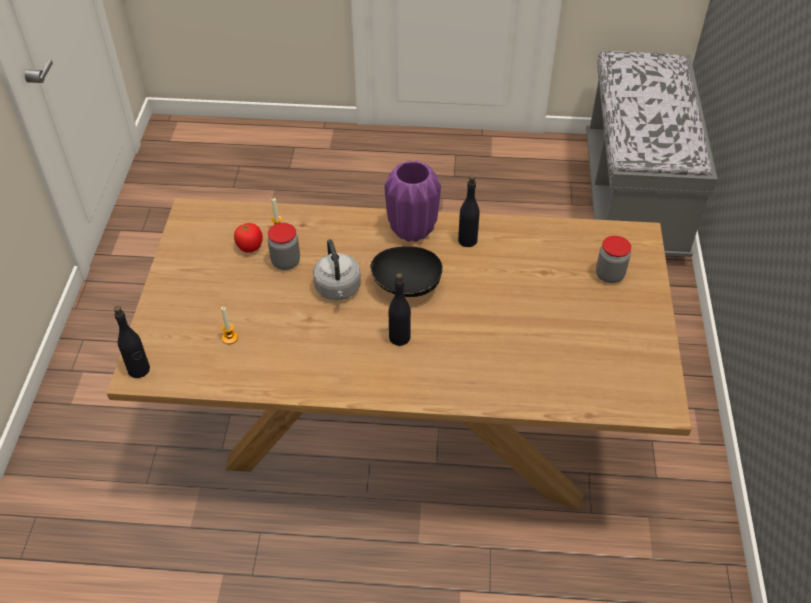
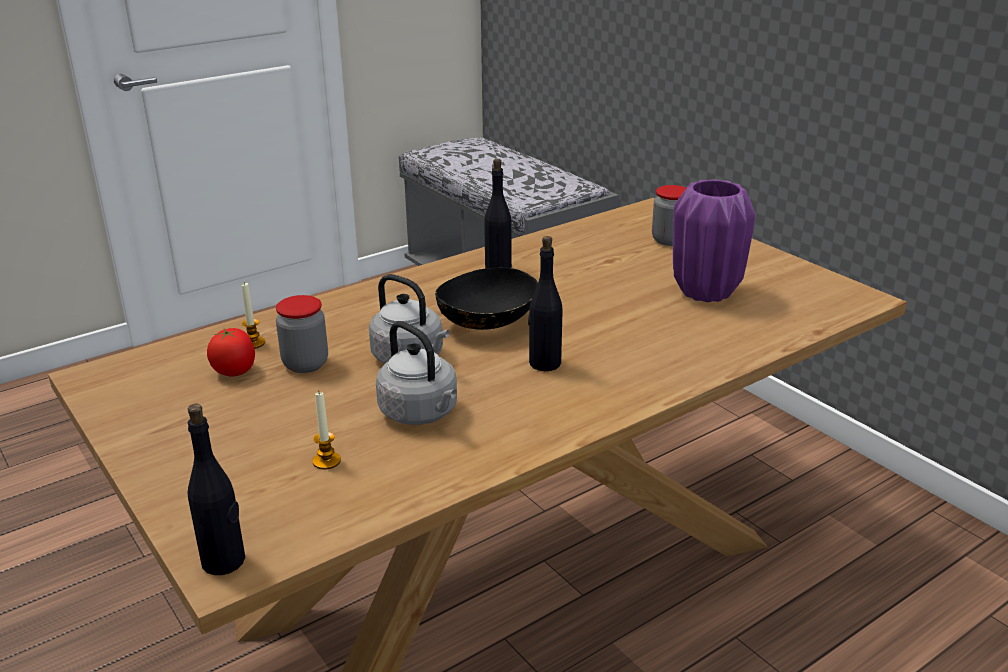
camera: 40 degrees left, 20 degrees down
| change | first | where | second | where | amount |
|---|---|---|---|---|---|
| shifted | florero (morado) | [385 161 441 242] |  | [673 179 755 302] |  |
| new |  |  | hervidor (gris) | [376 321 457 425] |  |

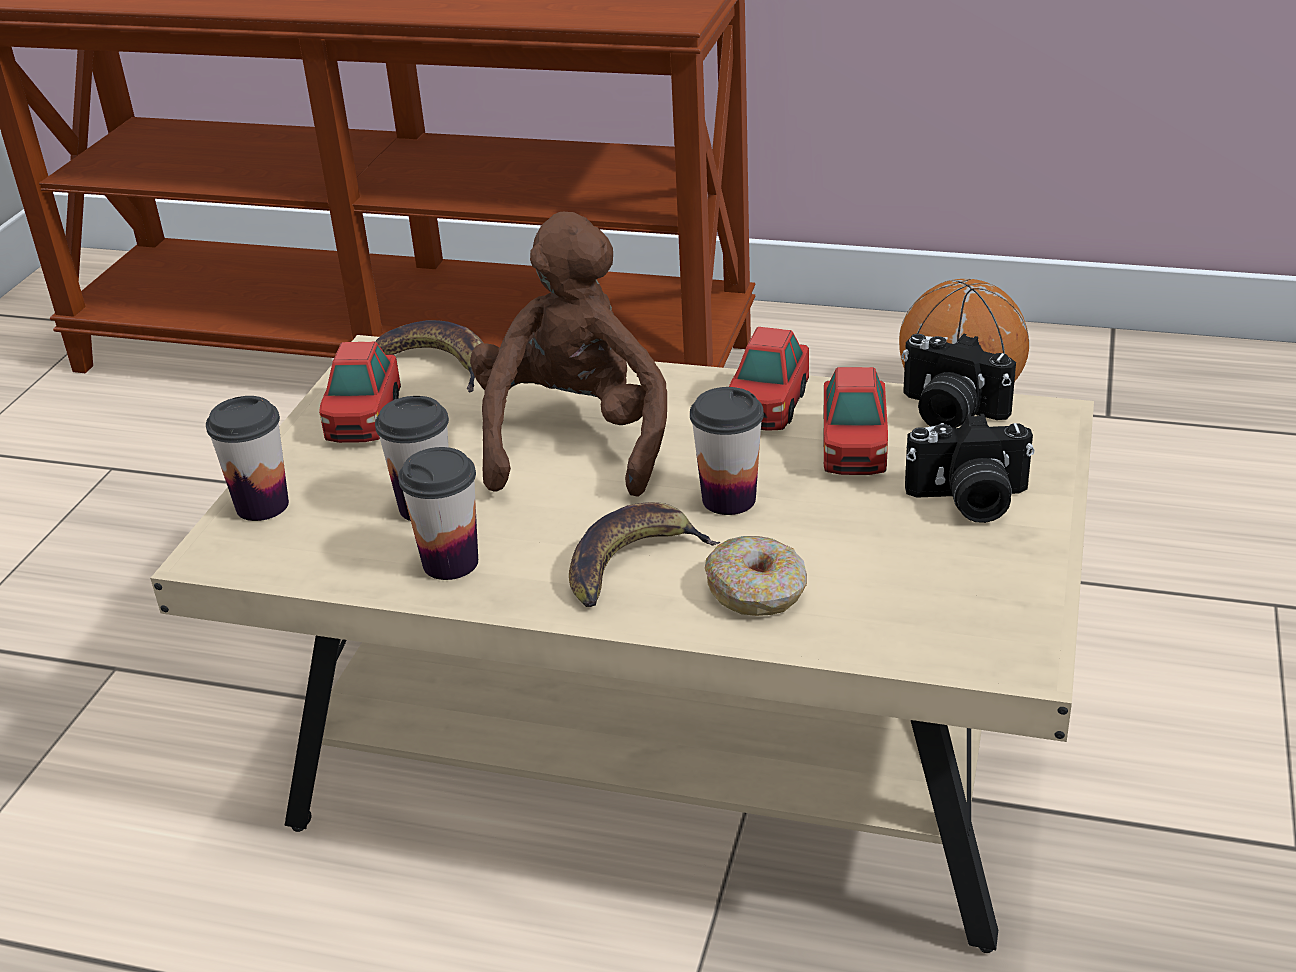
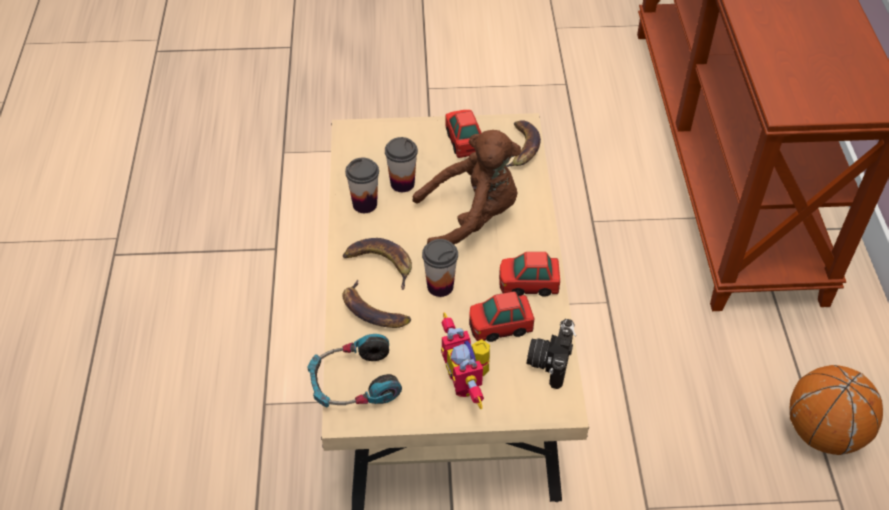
camera: 70 degrees right, 15 degrees up
| change | first | where | second | where | amount |
|---|---|---|---|---|---|
| gone | taza | [206 396 289 521] |  |  |  |
| rotated | coche de juguete | [319 342 401 443] |  | [445 110 482 158] | 90 degrees clockwise |
| swapped | rosquilla | [705 536 807 616] | plátano | [342 280 411 328] |  |
| swapped | cámara | [905 414 1035 523] | robot de juguete | [441 312 490 409] |  |
| new |  |  | auriculares | [308 334 402 408] |  |

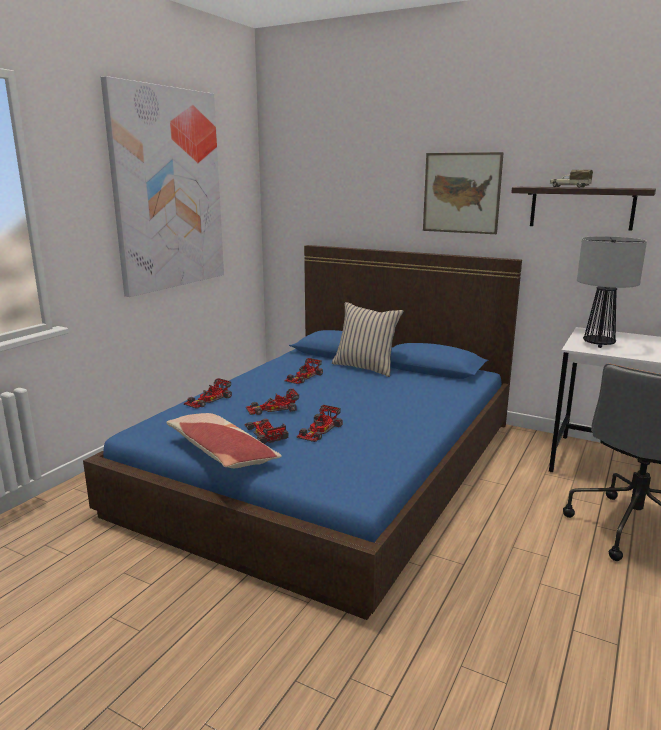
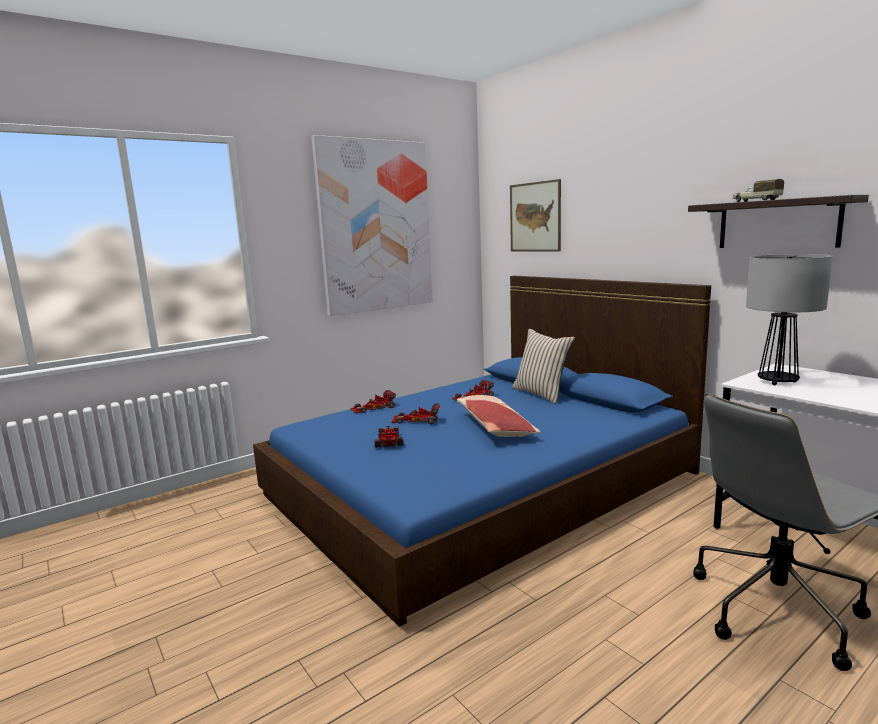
camera: 25 degrees right, 5 degrees down
| change | first | where | second | where | amount |
|---|---|---|---|---|---|
| shifted | cojín | [166 413 282 468] |  | [457 395 540 437] |  |
| gone | coche de juguete | [296 405 342 442] |  |  |  |
| shifted | cuadro | [423 152 504 234] |  | [510 179 561 251] |  |

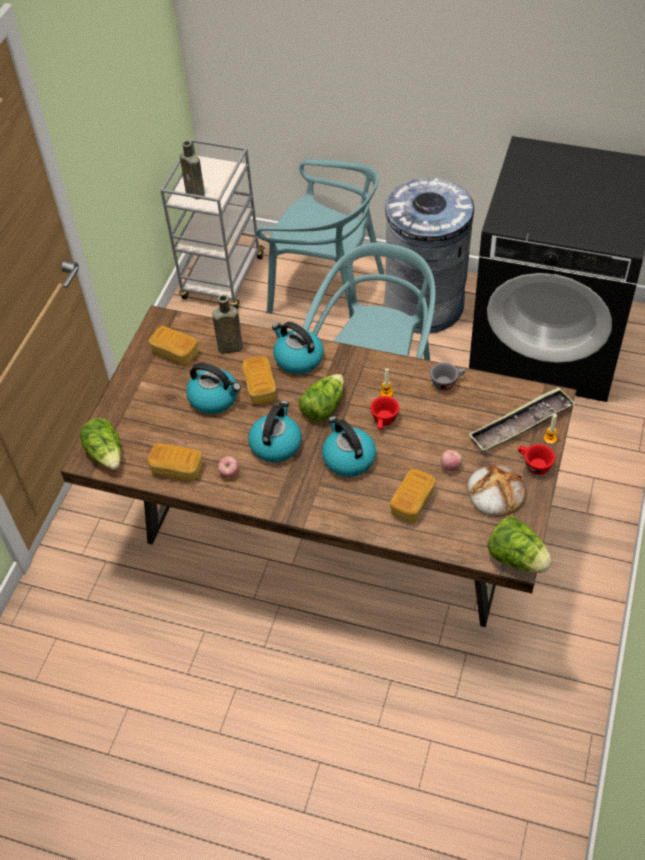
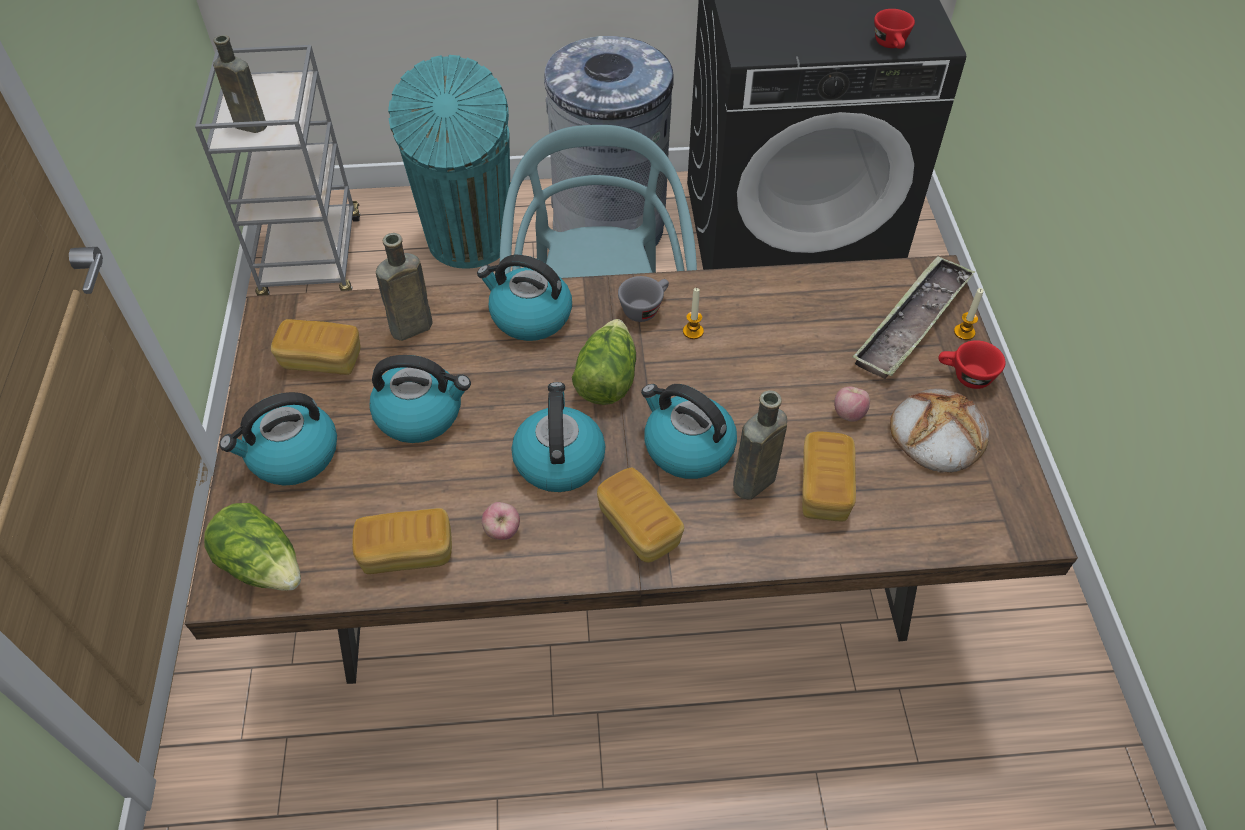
camera: 25 degrees left, 0 degrees up
| change | first | where | second | where | amount |
|---|---|---|---|---|---|
| shifted | pan | [242 356 276 404] |  | [597 468 684 563] |  |
| swapped | silla (turquesa) | [256 159 385 313] | papelera (turquesa) | [388 55 510 269] |  |
| shifted | taza (rojo) | [370 396 399 430] |  | [874 9 915 49] |  |
| shifted | taza (gris) | [430 362 465 391] |  | [618 276 669 322] |  |
| gone | lechuga | [488 516 552 573] |  |  |  |
| new |  |  | hervidor | [220 392 337 486] |  |
| new |  |  | botella (marrón) | [733 390 787 500] |  |

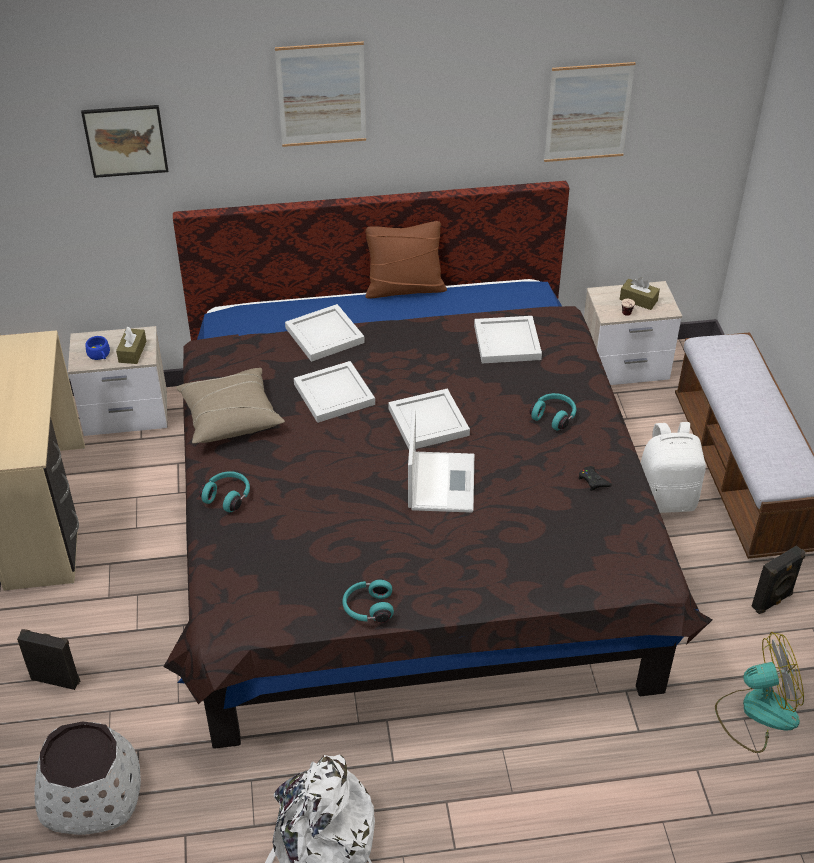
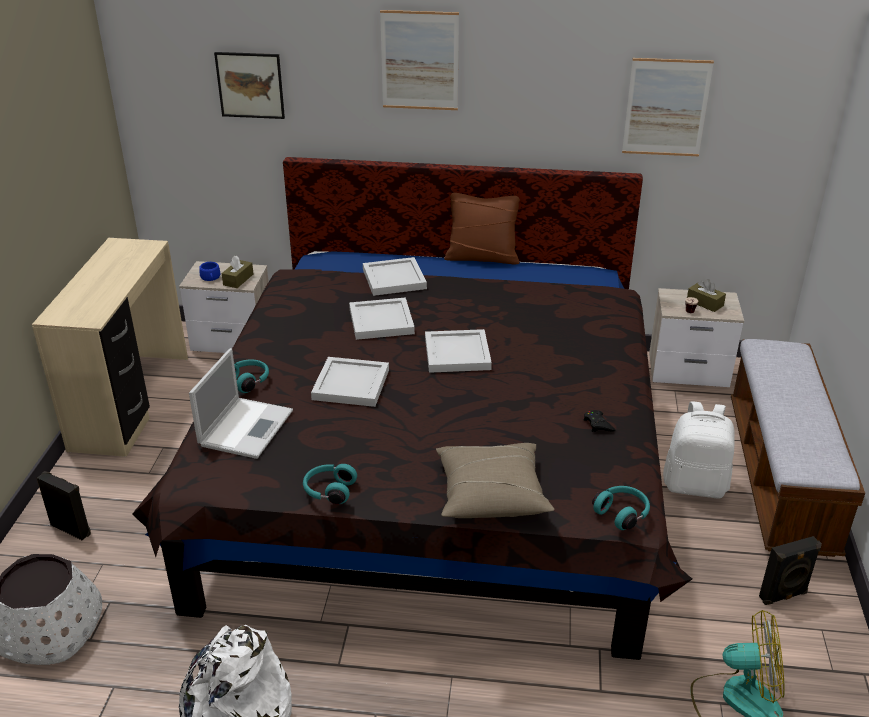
camera: 15 degrees right, 10 degrees down
| change | first | where | second | where | amount |
|---|---|---|---|---|---|
| shifted | cojín (beis) | [176 368 285 444] |  | [436 443 554 518] |  |
| shifted | portátil | [408 409 474 513] |  | [189 348 293 459] |  |
| shifted | bandeja (blanco) | [474 316 542 363] |  | [311 357 389 407] |  |
| shifted | auriculares (turquesa) | [529 393 576 430] |  | [592 486 650 530] |  |

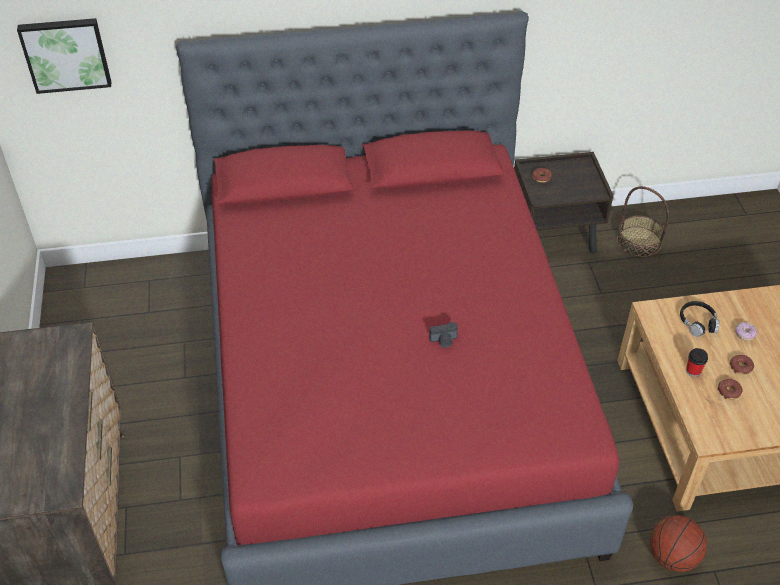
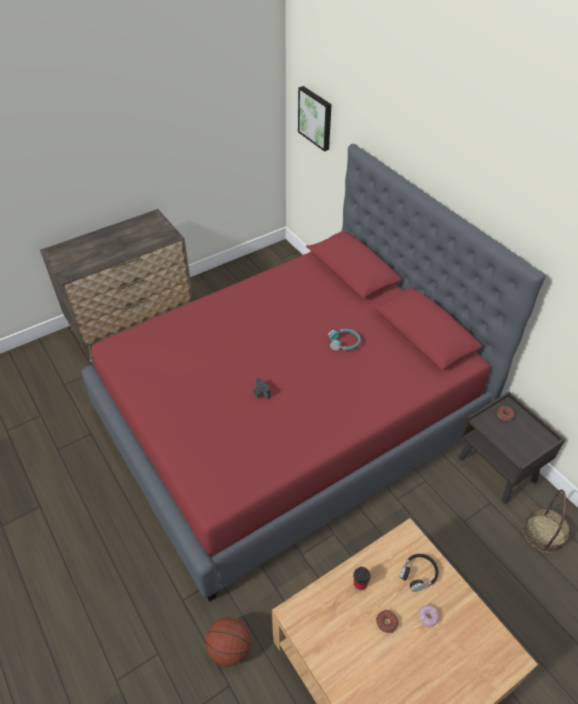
camera: 65 degrees right, 0 degrees up
| change | first | where | second | where | amount |
|---|---|---|---|---|---|
| gone | rosquilla | [718 379 743 399] |  |  |  |
| new |  |  | auriculares (turquesa) | [328 329 361 350] |  |

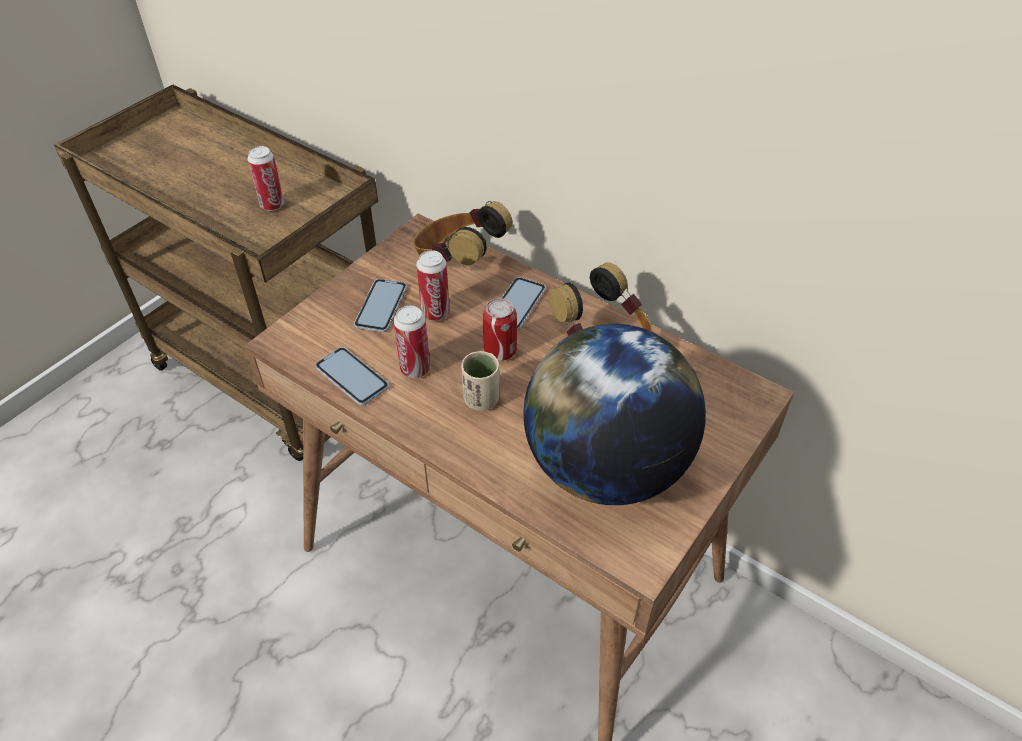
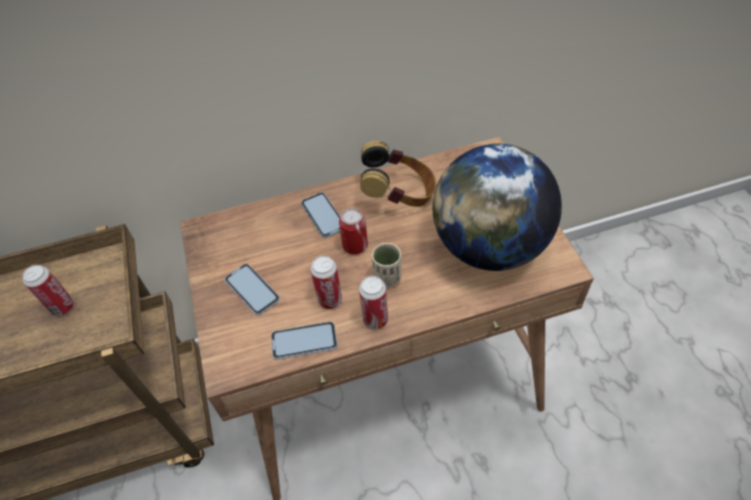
camera: 50 degrees left, 5 degrees up
| change | first | where | second | where | amount |
|---|---|---|---|---|---|
| gone | auriculares | [413 201 513 265] |  |  |  |
| shifted | lata | [416 250 450 321] |  | [359 276 388 330] |  |

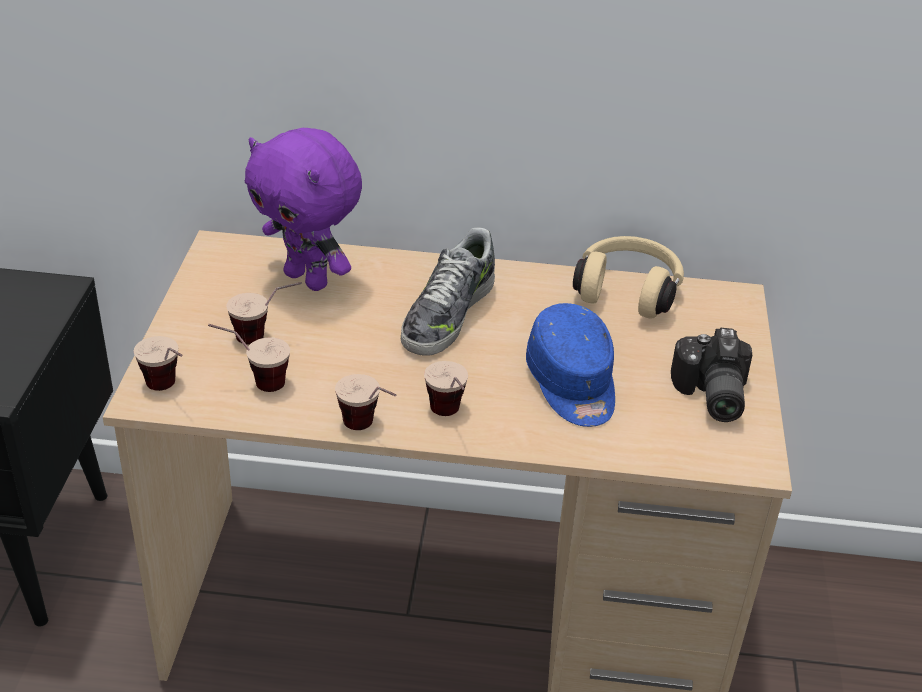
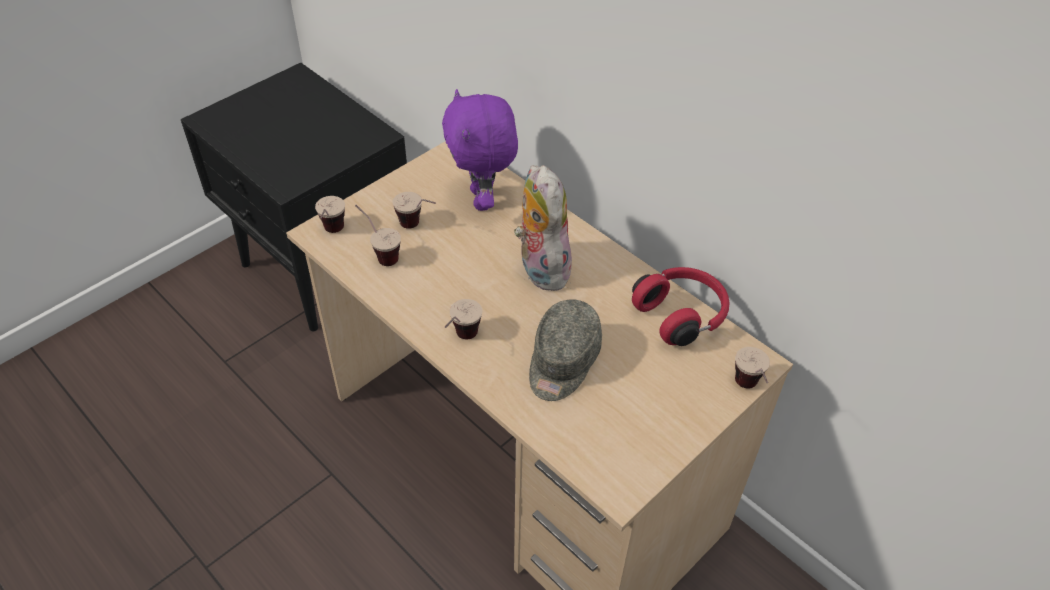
camera: 40 degrees right, 10 degrees up
| change | first | where | second | where | amount |
|---|---|---|---|---|---|
| shifted | taza | [335 374 396 430] |  | [735 347 770 389] |  |
| swapped | zapato | [401 227 495 356] | peluche | [514 165 572 291] |  |
| repainted | gorra (azul) | [526 303 615 427] | gorra (gris) | [529 300 602 401] |  |
| repainted | auriculares (beis) | [573 236 684 318] | auriculares (rojo) | [632 267 730 346] |  |
| gone | cámara | [671 328 752 422] |  |  |  |

